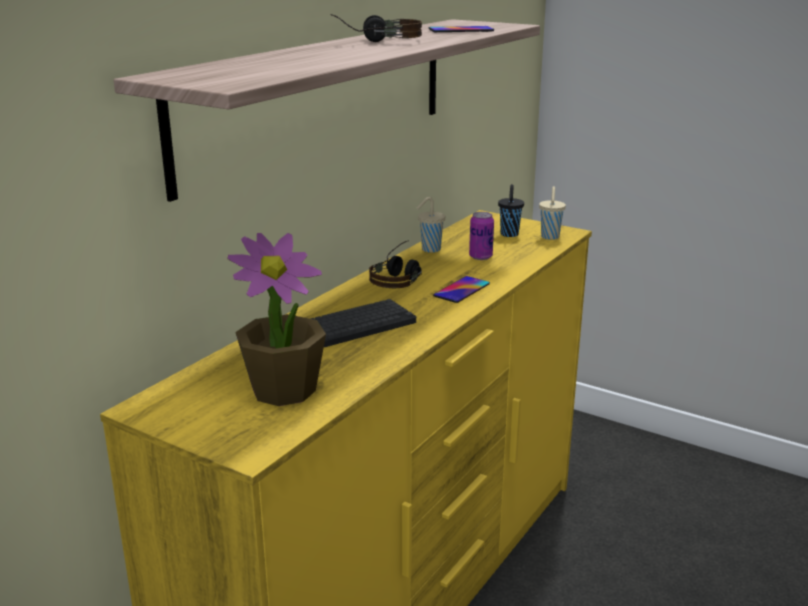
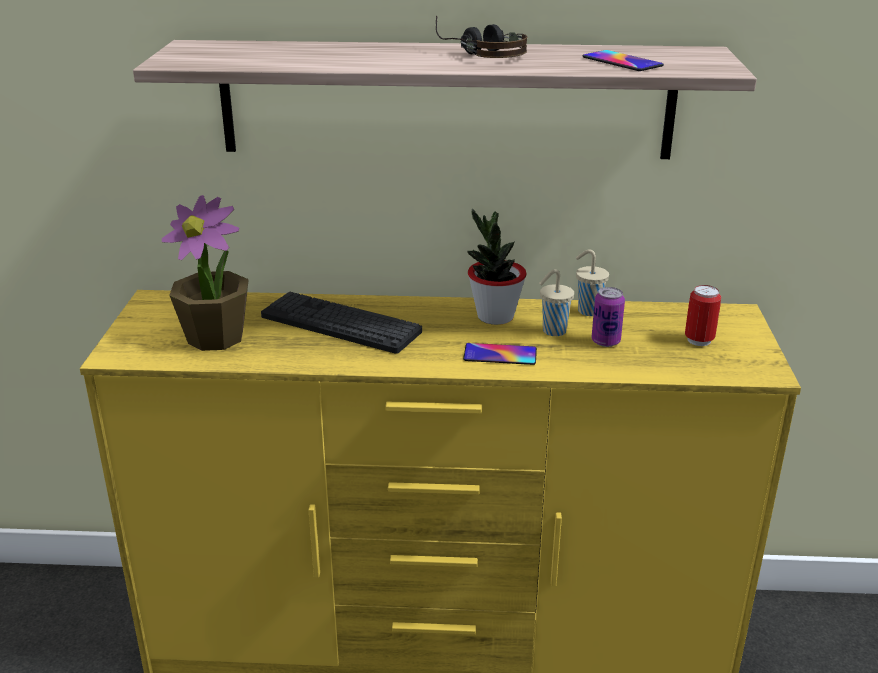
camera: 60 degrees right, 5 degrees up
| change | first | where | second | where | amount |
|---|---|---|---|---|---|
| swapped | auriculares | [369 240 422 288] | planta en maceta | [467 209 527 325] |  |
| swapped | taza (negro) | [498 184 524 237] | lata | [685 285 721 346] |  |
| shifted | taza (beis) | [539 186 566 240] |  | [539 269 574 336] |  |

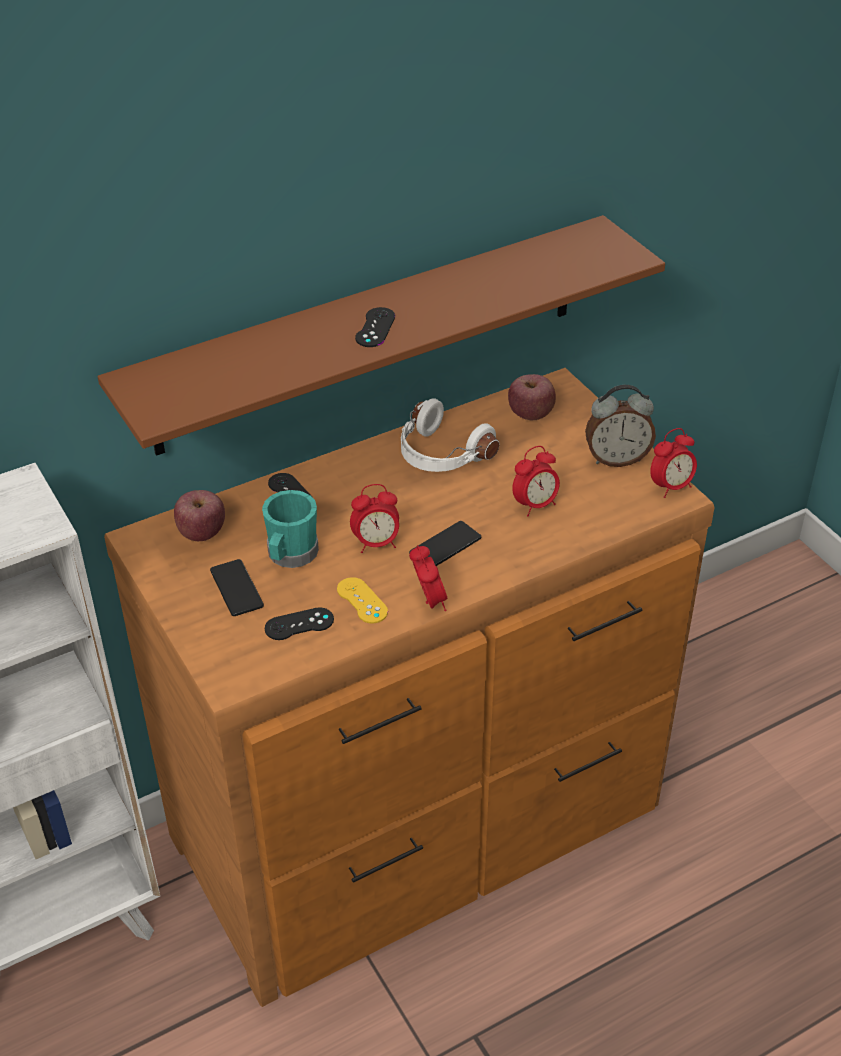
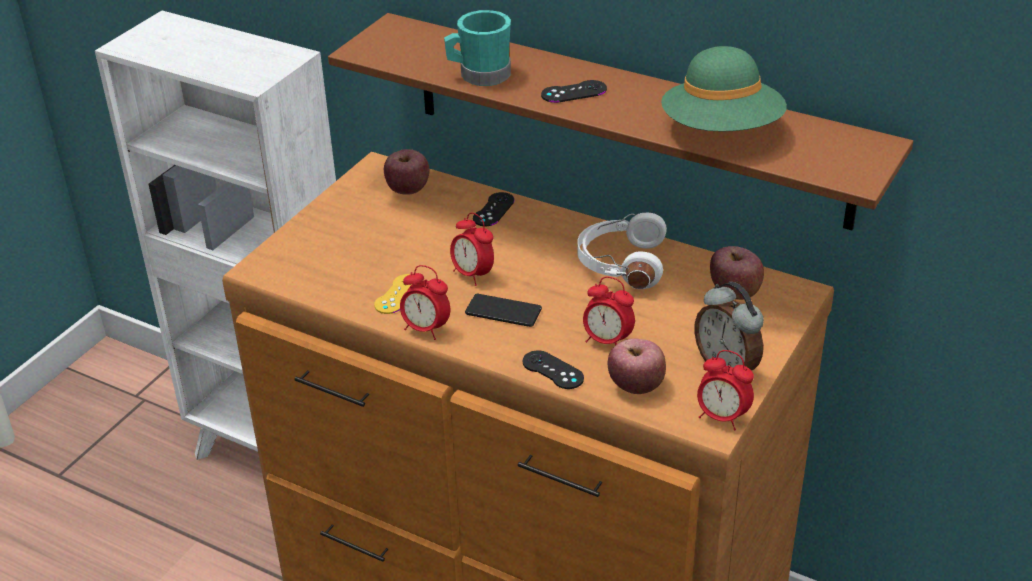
camera: 60 degrees right, 5 degrees down
| change | first | where | second | where | amount |
|---|---|---|---|---|---|
| gone | móvil | [210 559 264 616] |  |  |  |
| shifted | taza grande (turquesa) | [262 490 319 568] |  | [444 10 511 86] |  |
| shifted | mando de consola (negro) | [265 607 334 640] |  | [522 350 584 389] |  |
| rotated | despertador | [409 545 448 611] |  | [400 265 450 340] | 75 degrees clockwise |
| new |  |  | manzana | [608 339 666 394] |  |
| new |  |  | sombrero (verde) | [661 46 787 132] |  |

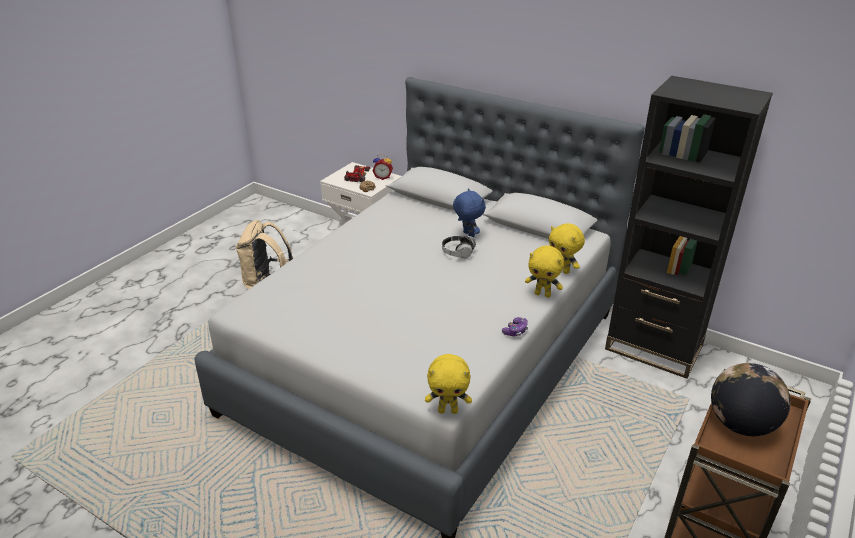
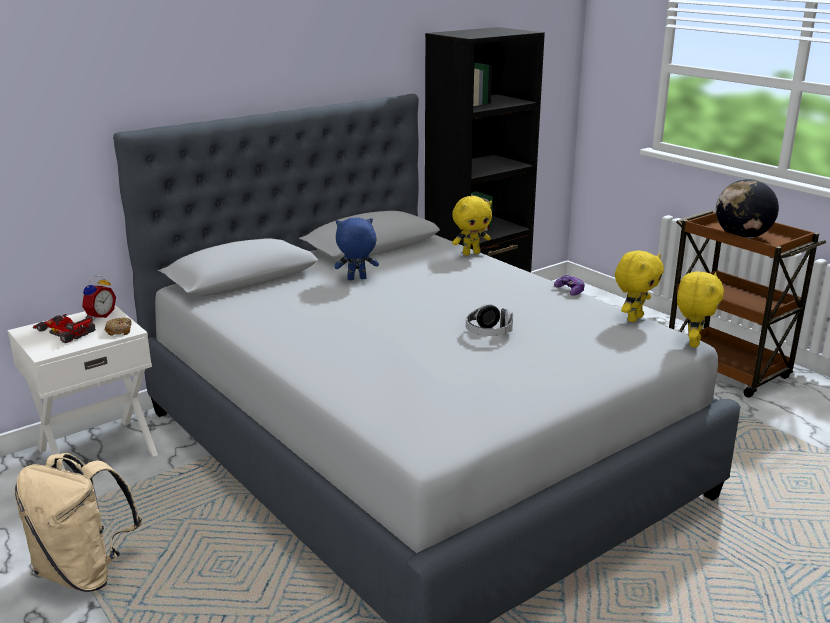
camera: 70 degrees left, 10 degrees down
| change | first | where | second | where | amount |
|---|---|---|---|---|---|
| shifted | auriculares | [442 236 476 259] |  | [466 304 513 336] |  |
| shifted | peluche (amarillo) | [525 245 564 297] |  | [615 250 664 322] |  |

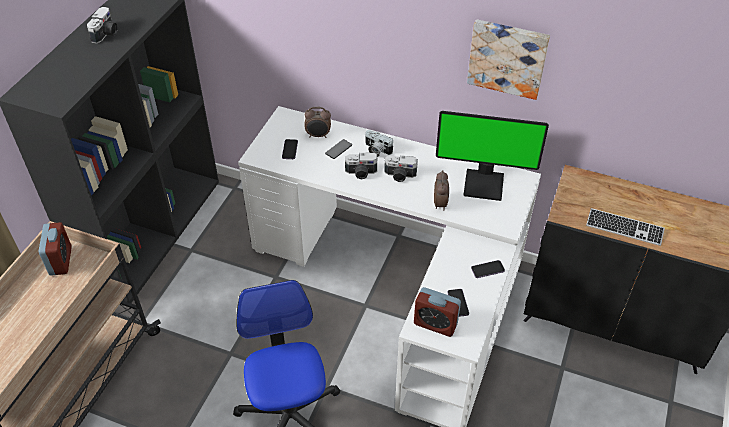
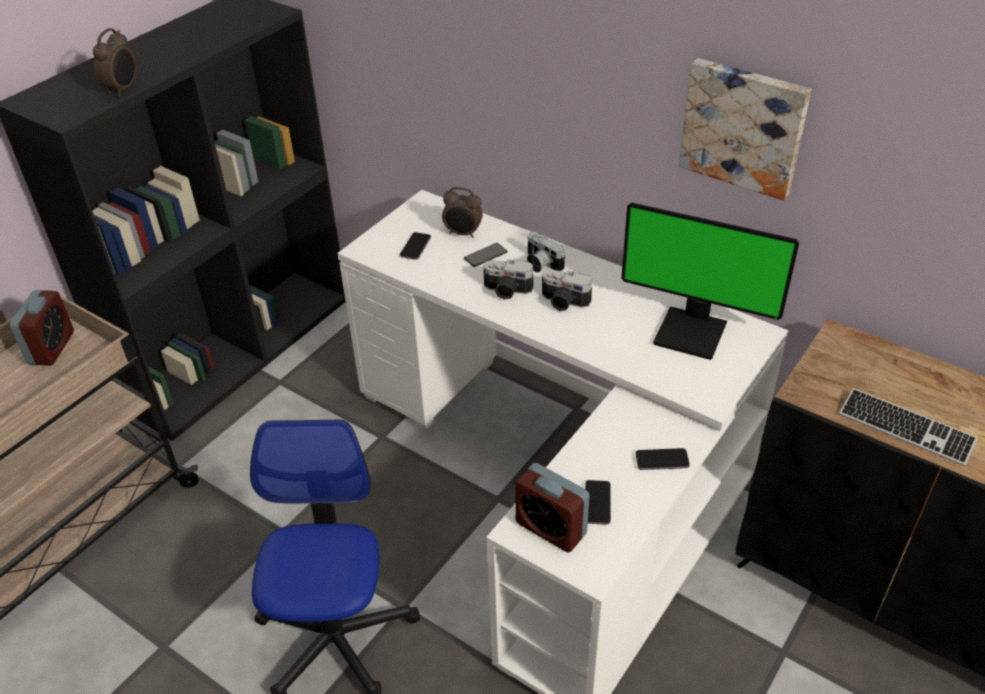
camera: 15 degrees right, 5 degrees down
| change | first | where | second | where | amount |
|---|---|---|---|---|---|
| gone | cámara | [87 7 118 44] |  |  |  |
| shifted | despertador | [434 170 449 210] |  | [93 28 136 97] |  |

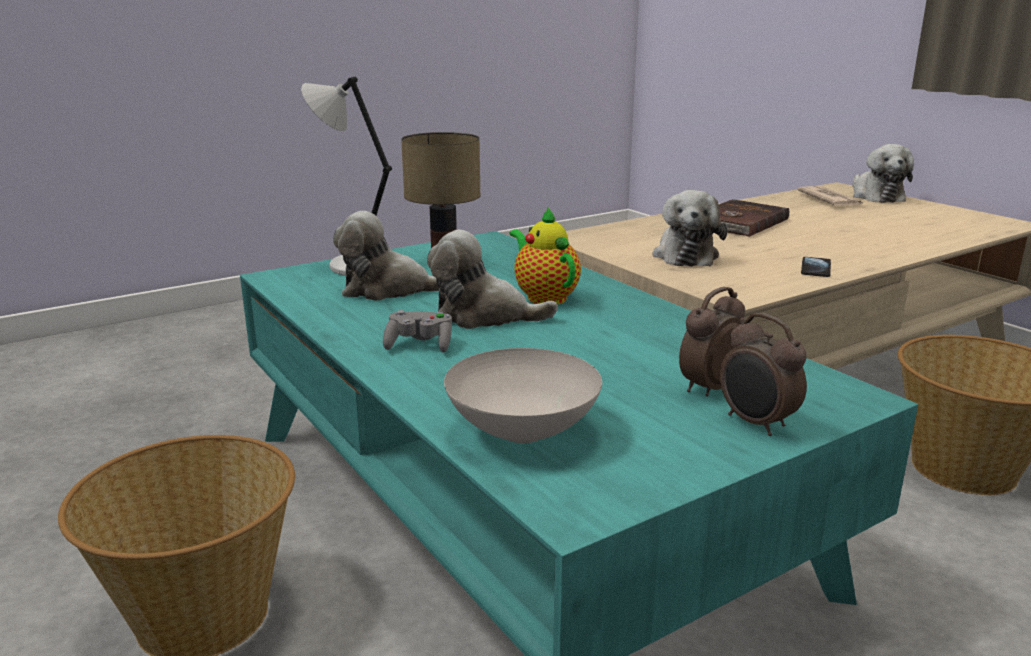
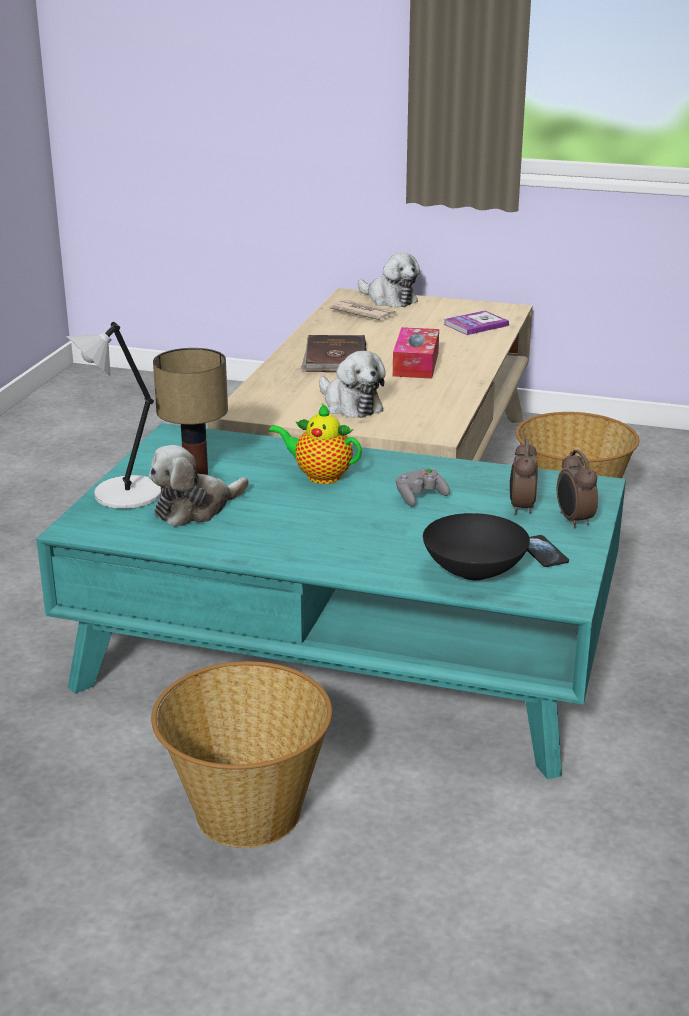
camera: 40 degrees left, 5 degrees up
| change | first | where | second | where | amount |
|---|---|---|---|---|---|
| shifted | mando de consola (gris) | [383 310 452 352] |  | [396 468 450 506] |  |
| gone | peluche | [427 230 558 329] |  |  |  |
| repainted | cuenco (blanco) | [444 348 602 443] | cuenco (negro) | [423 513 530 580] |  |
| rotated | despertador | [720 313 807 436] |  | [557 450 598 528] | 60 degrees clockwise |
| shifted | móvil | [801 257 831 277] |  | [527 535 569 567] |  |
| new |  |  | caja de pañuelos | [393 327 439 379] |  |
| new |  |  | libro | [443 310 509 335] |  |

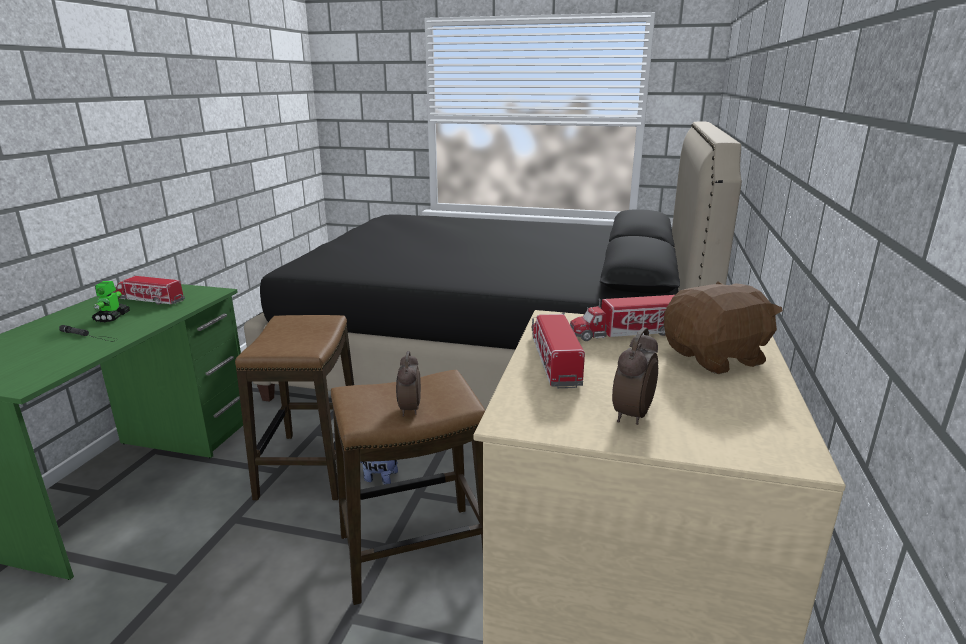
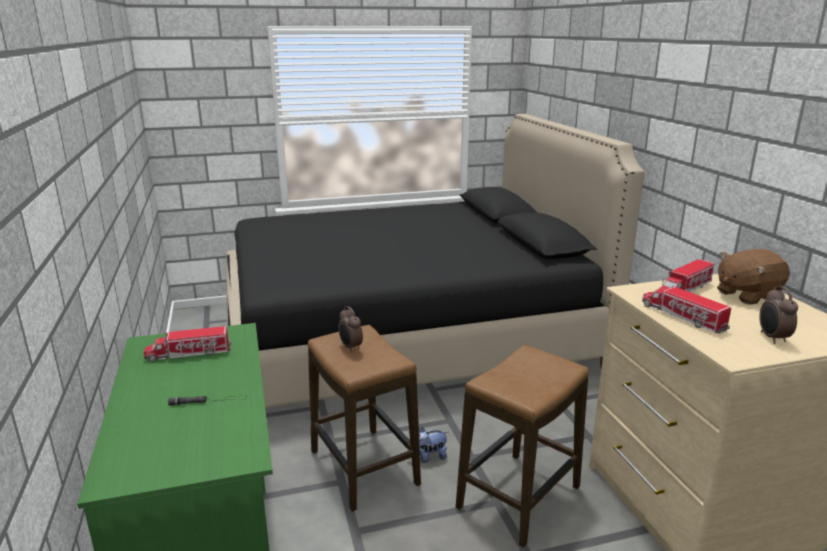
camera: 30 degrees left, 0 degrees up
| change | first | where | second | where | amount |
|---|---|---|---|---|---|
| gone | robot de juguete | [92 281 130 322] |  |  |  |
| shifted | despertador | [396 351 421 417] |  | [338 306 363 352] |  |
| rotated | peluche (marrón) | [664 281 783 374] |  | [717 249 790 304] | 150 degrees counterclockwise |

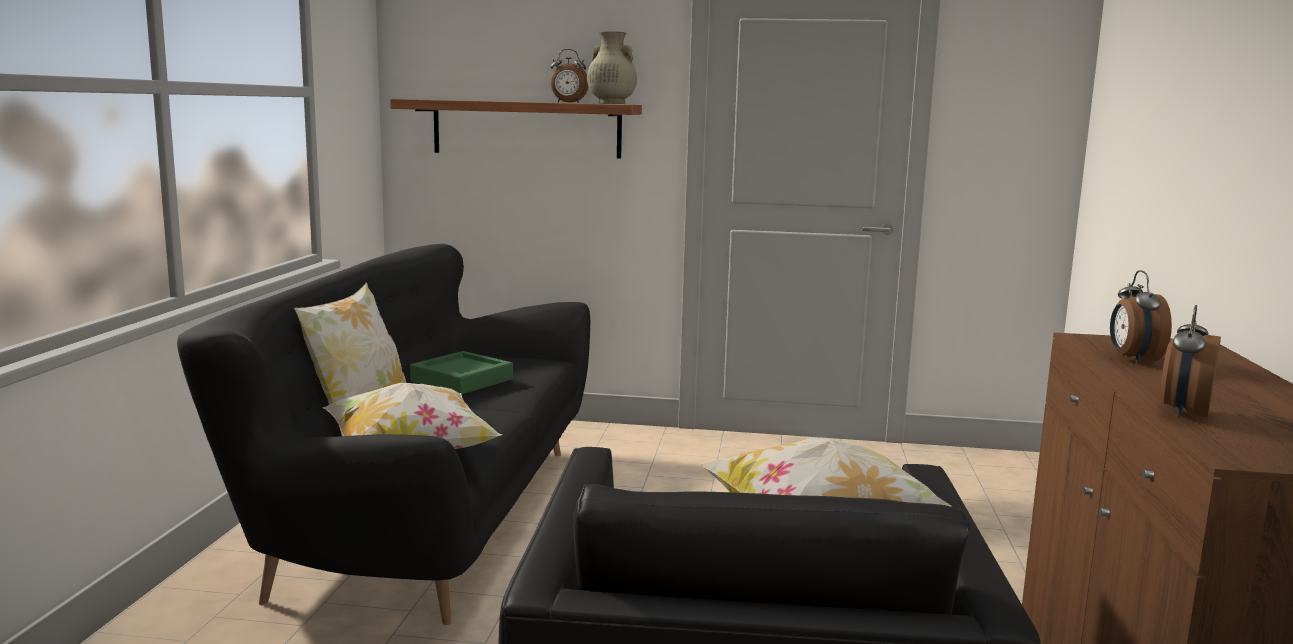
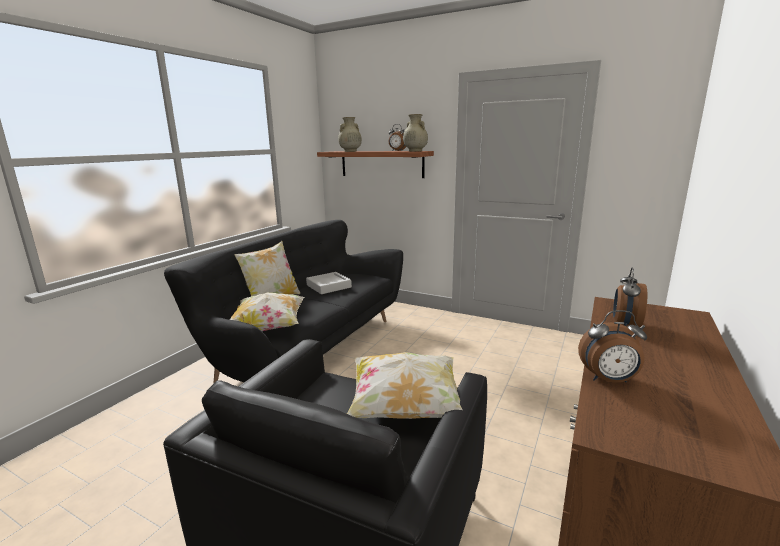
camera: 20 degrees right, 5 degrees up
| change | first | where | second | where | amount |
|---|---|---|---|---|---|
| repainted | bandeja (verde) | [410 351 513 395] | bandeja (gris) | [306 272 352 294] |  |
| rotated | despertador | [1160 305 1221 418] |  | [578 310 647 383] | 135 degrees counterclockwise |
| new |  |  | florero (beis) | [338 117 362 152] |  |

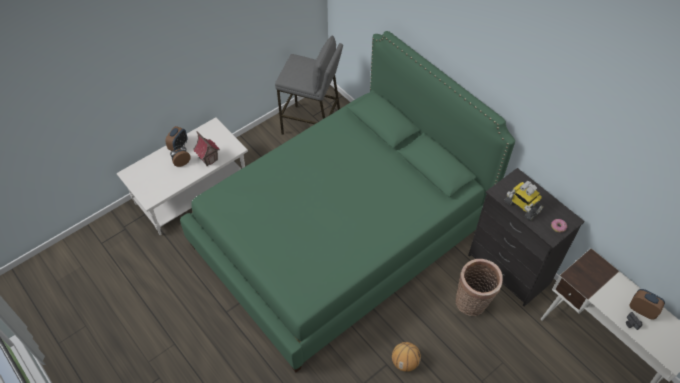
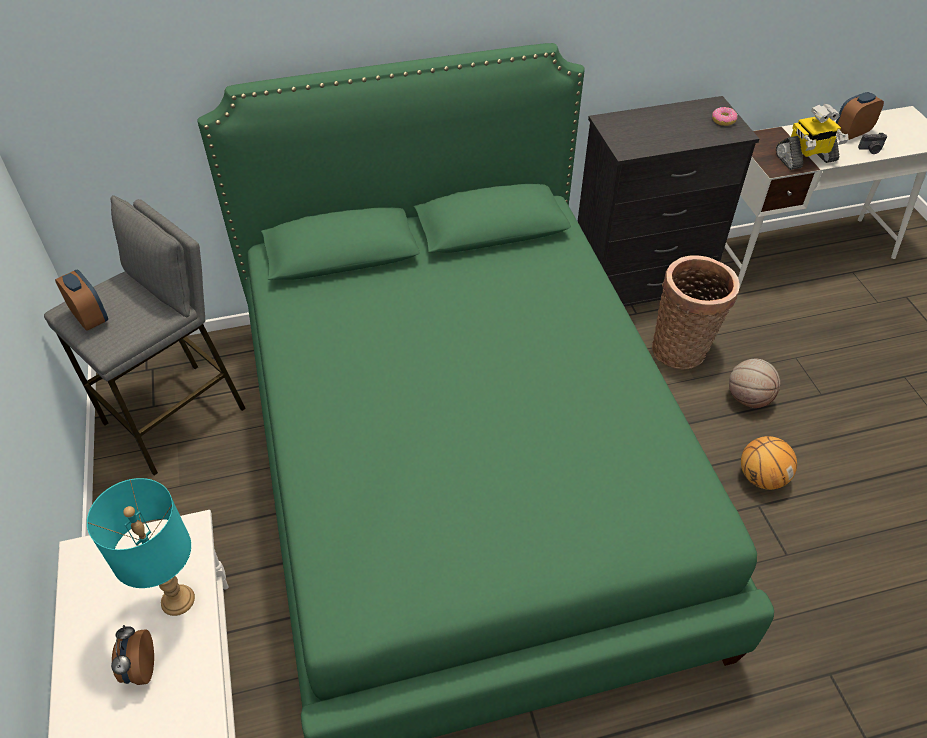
camera: 65 degrees left, 5 degrees down
| change | first | where | second | where | amount |
|---|---|---|---|---|---|
| shifted | despertador | [165 126 187 151] |  | [55 270 108 331] |  |
| swapped | casita | [193 132 220 166] | lámpara de mesa (turquesa) | [87 478 195 616] |  |
| shifted | robot de juguete | [504 181 544 221] |  | [776 104 848 170] |  |
| new |  |  | balón de baloncesto | [729 359 780 408] |  |

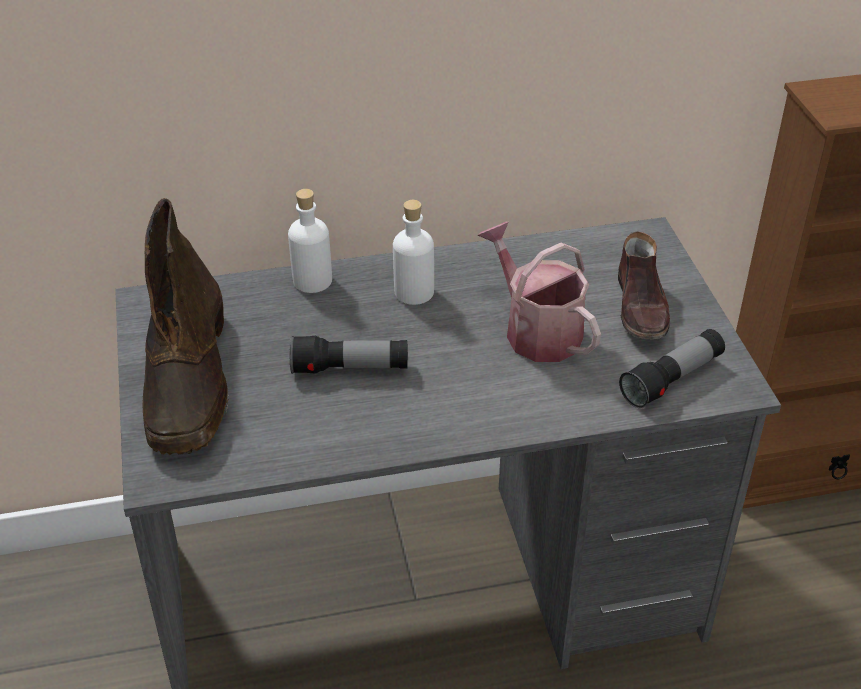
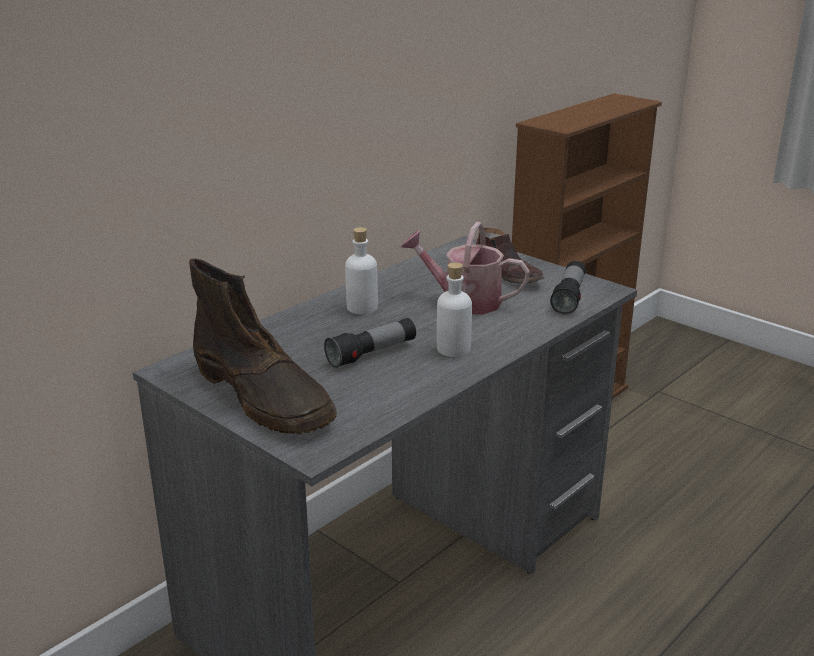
camera: 35 degrees left, 15 degrees down
| change | first | where | second | where | amount |
|---|---|---|---|---|---|
| shifted | botella (blanco) | [288 189 332 293] |  | [437 262 472 357] |  |

